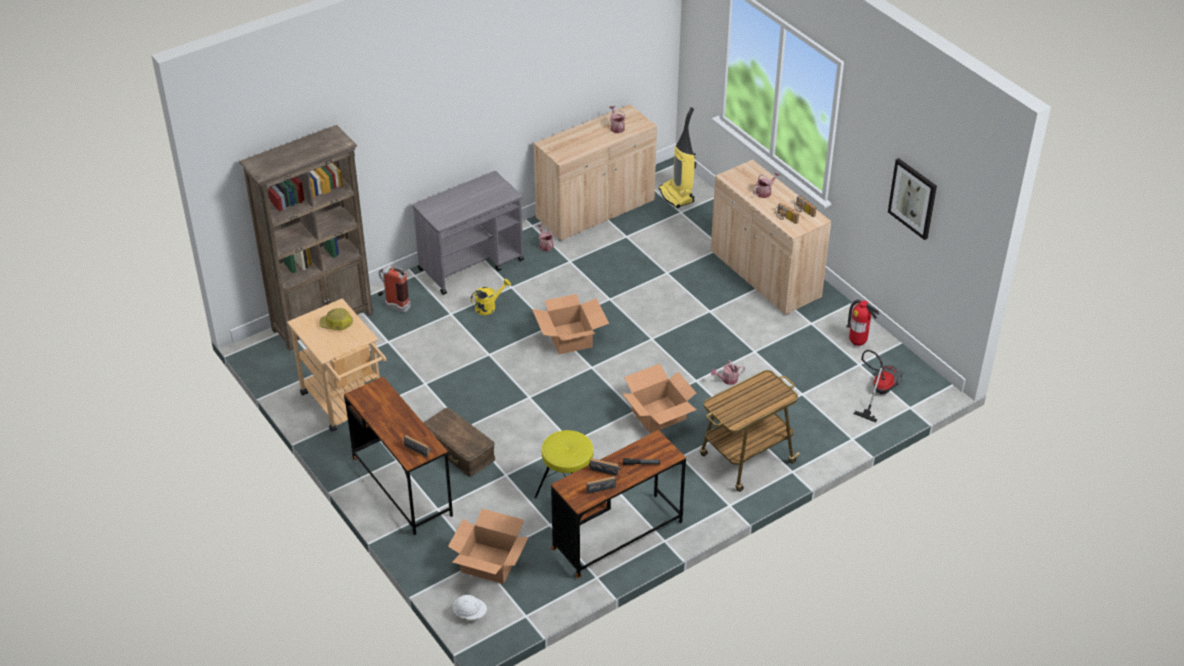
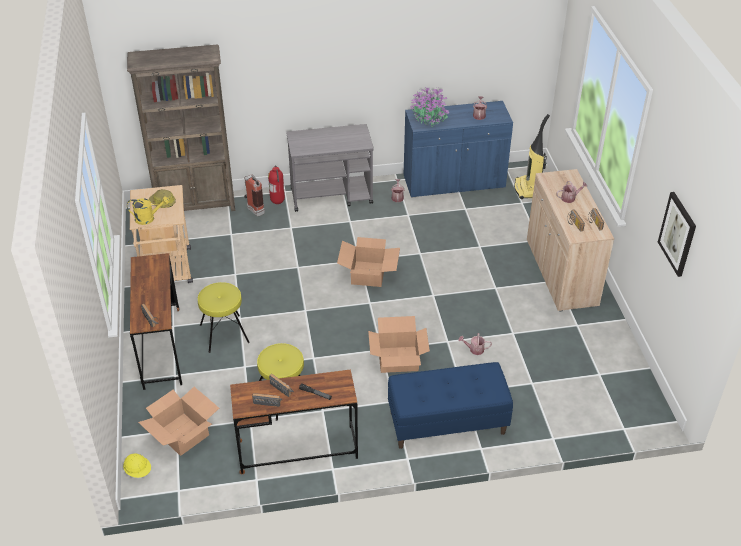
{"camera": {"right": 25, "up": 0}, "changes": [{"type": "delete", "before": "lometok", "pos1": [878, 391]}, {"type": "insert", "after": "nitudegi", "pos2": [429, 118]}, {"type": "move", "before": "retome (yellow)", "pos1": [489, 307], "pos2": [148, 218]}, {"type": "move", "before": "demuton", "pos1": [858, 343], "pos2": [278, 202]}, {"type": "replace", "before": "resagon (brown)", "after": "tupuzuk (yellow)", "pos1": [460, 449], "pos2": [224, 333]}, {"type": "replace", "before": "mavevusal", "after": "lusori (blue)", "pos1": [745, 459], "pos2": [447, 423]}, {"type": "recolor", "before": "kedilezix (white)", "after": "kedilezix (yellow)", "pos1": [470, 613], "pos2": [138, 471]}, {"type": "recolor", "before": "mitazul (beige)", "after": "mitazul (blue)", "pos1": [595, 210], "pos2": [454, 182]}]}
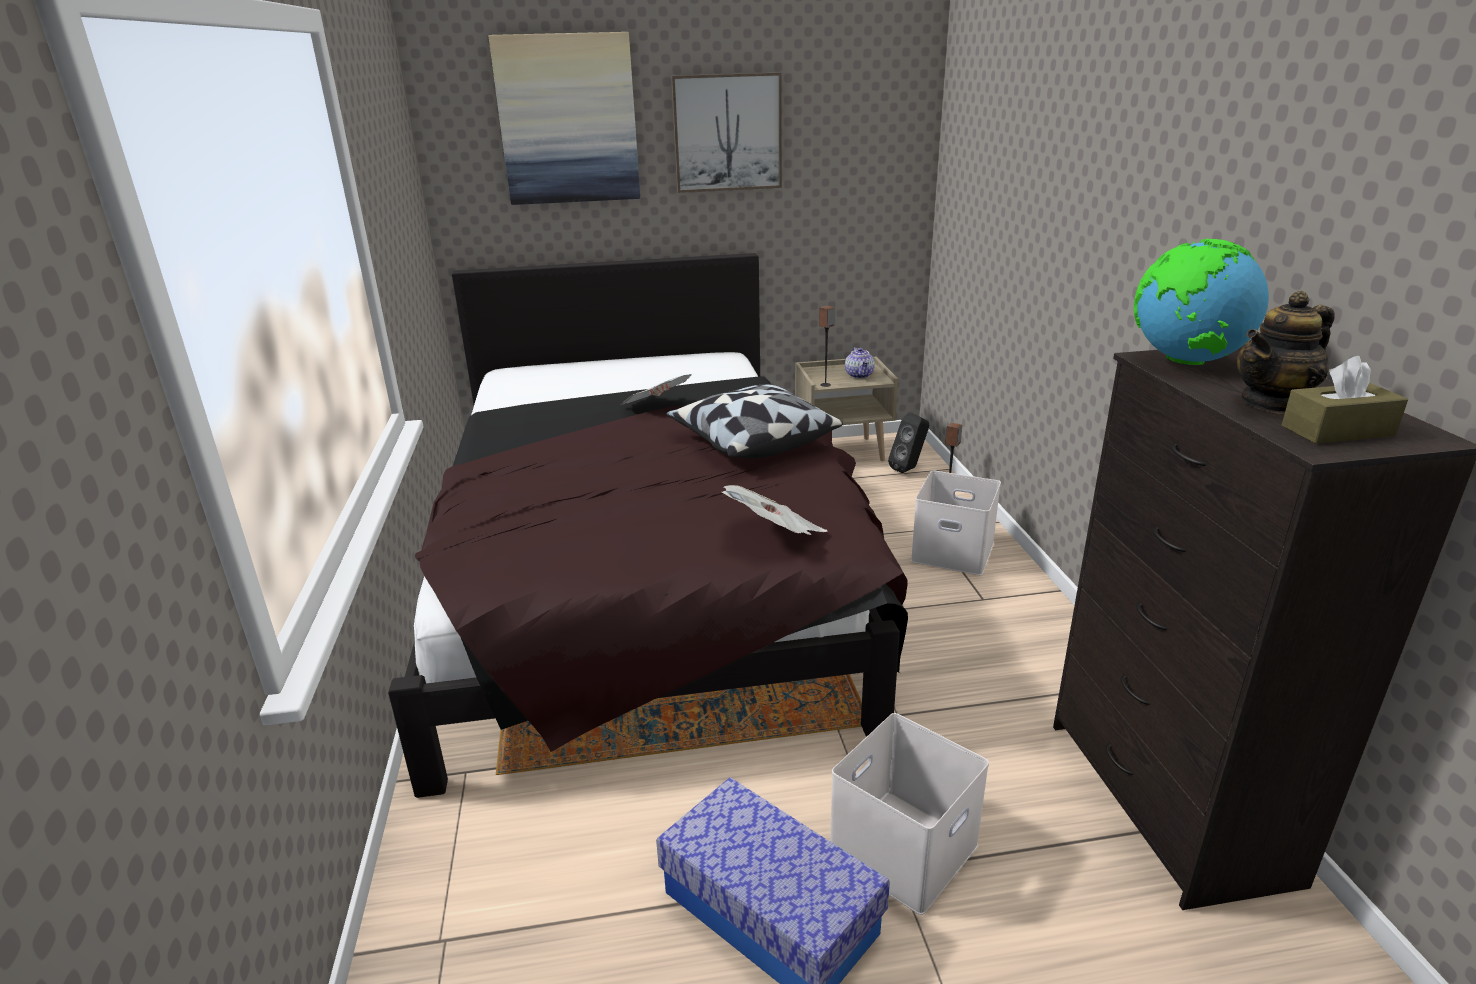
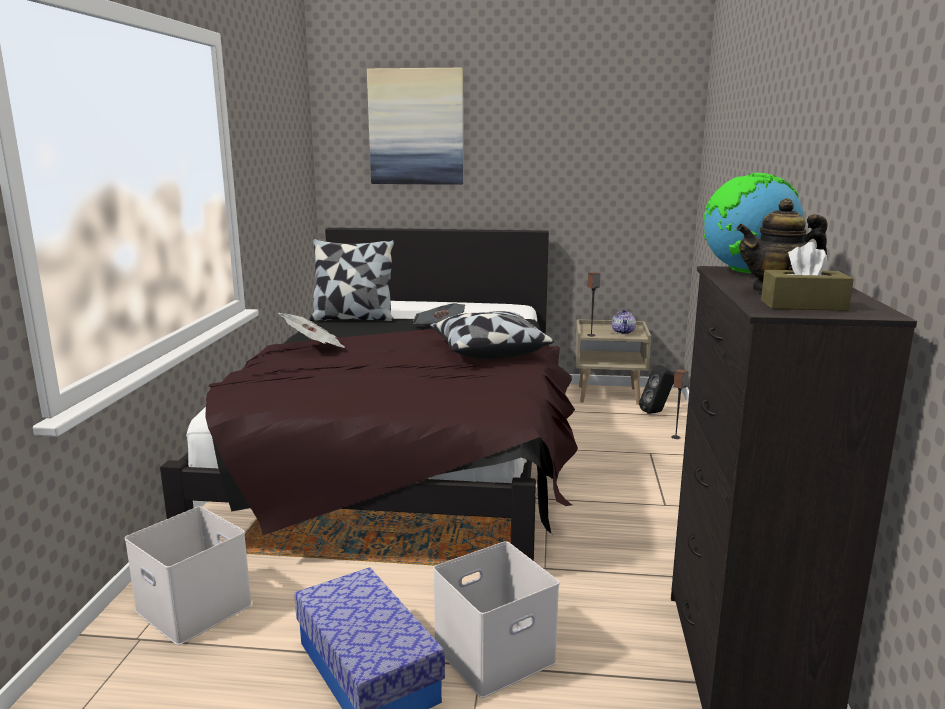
{"camera": {"right": 15, "up": -10}, "changes": [{"type": "delete", "before": "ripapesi", "pos1": [727, 133]}, {"type": "insert", "after": "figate", "pos2": [353, 318]}, {"type": "move", "before": "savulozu", "pos1": [775, 535], "pos2": [314, 346]}, {"type": "move", "before": "resagon (white)", "pos1": [954, 551], "pos2": [197, 607]}]}
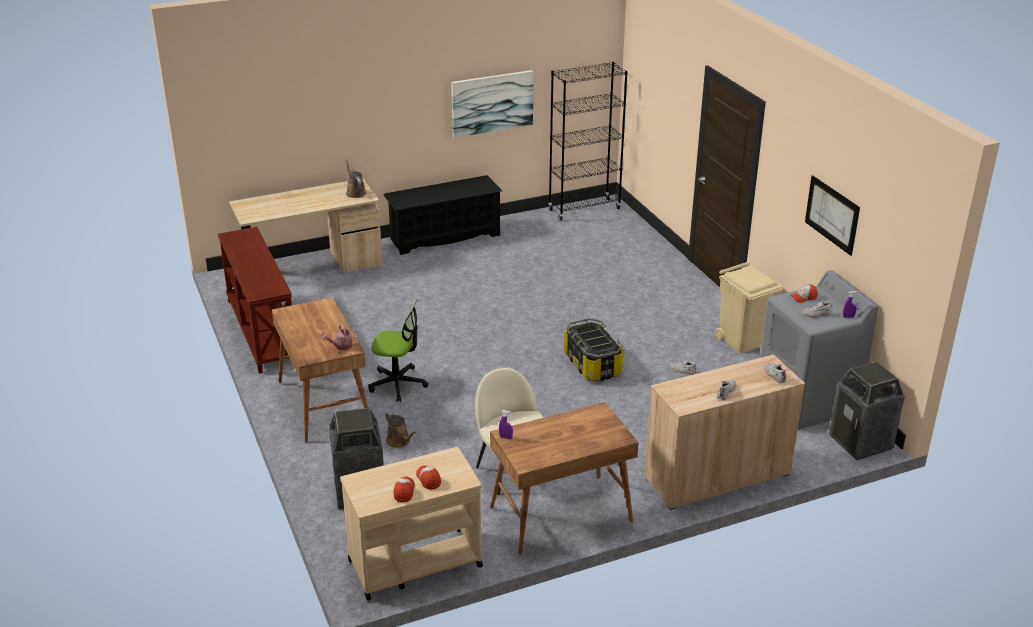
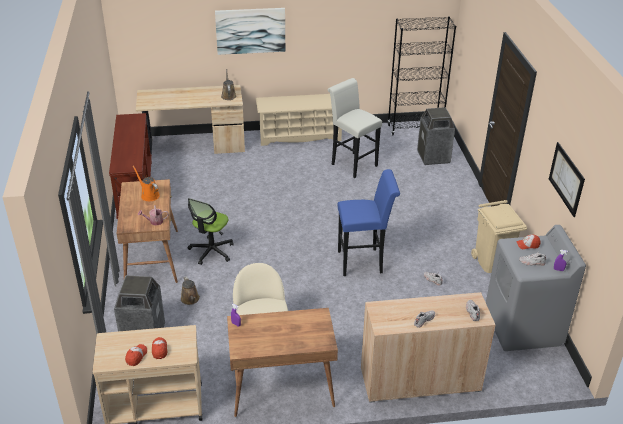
{"camera": {"right": 15, "up": 5}, "changes": [{"type": "insert", "after": "retome (orange)", "pos2": [149, 195]}, {"type": "insert", "after": "tupuzuk (white)", "pos2": [352, 163]}, {"type": "move", "before": "ripapesi", "pos1": [492, 103], "pos2": [250, 30]}, {"type": "move", "before": "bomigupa", "pos1": [861, 442], "pos2": [433, 157]}, {"type": "replace", "before": "resagon", "after": "tupuzuk (blue)", "pos1": [593, 365], "pos2": [364, 262]}, {"type": "recolor", "before": "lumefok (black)", "after": "lumefok (beige)", "pos1": [444, 237], "pos2": [299, 136]}, {"type": "rotate", "before": "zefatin", "pos1": [398, 384], "pos2": [211, 251], "turn": 90}]}
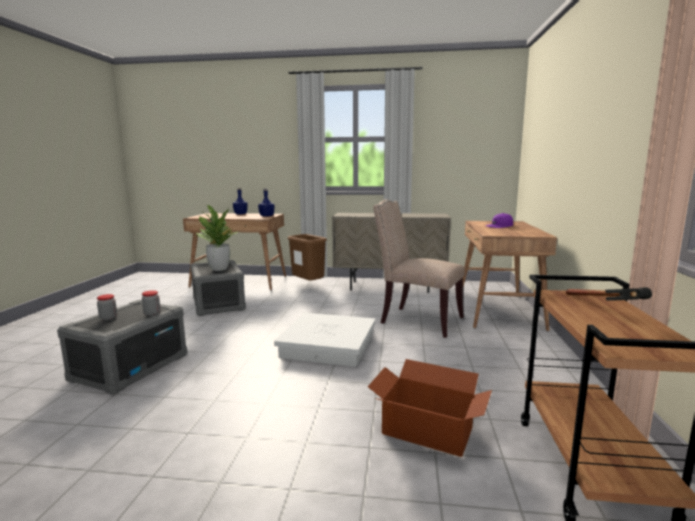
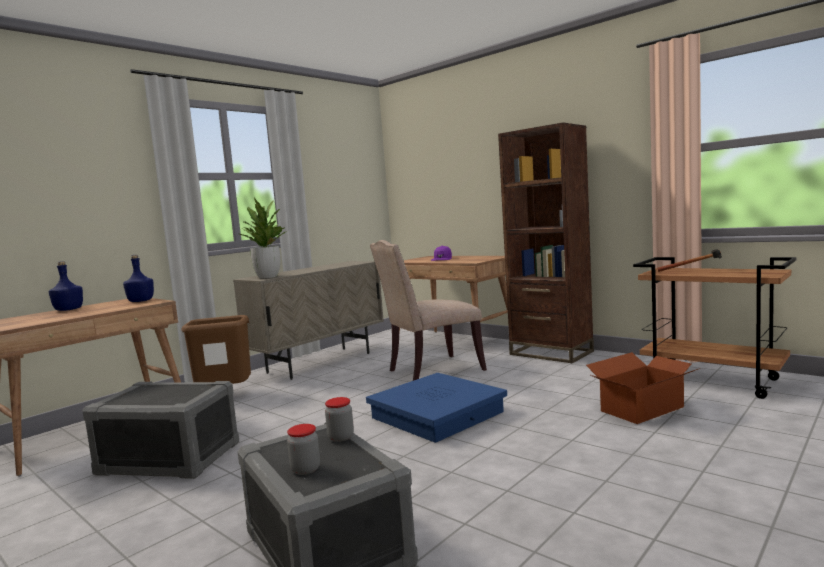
{"camera": {"right": -55, "up": -5}, "changes": [{"type": "insert", "after": "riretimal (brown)", "pos2": [551, 353]}, {"type": "move", "before": "nitudegi", "pos1": [219, 269], "pos2": [268, 276]}, {"type": "recolor", "before": "resagon (white)", "after": "resagon (blue)", "pos1": [329, 345], "pos2": [437, 414]}]}
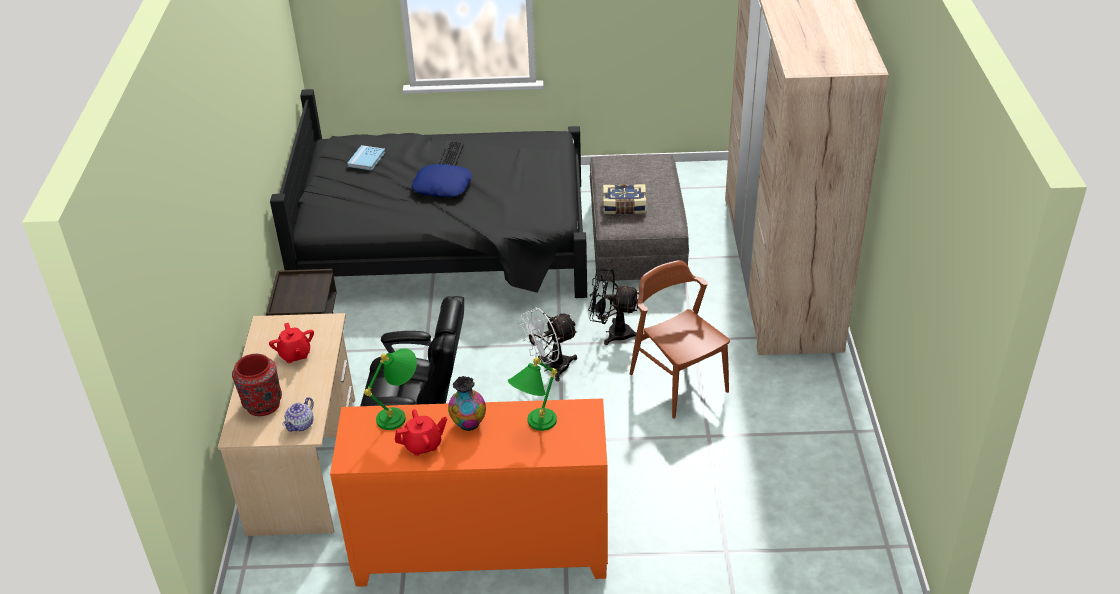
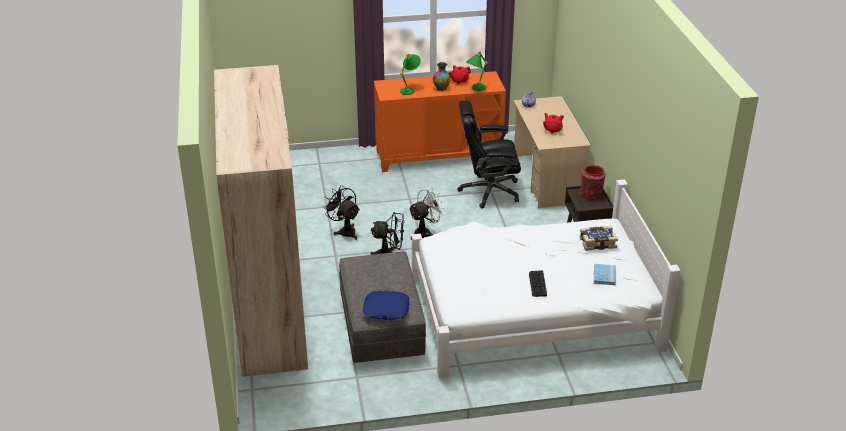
{"camera": {"right": 170, "up": -5}, "changes": [{"type": "move", "before": "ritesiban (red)", "pos1": [262, 404], "pos2": [591, 194]}, {"type": "move", "before": "figate (blue)", "pos1": [442, 186], "pos2": [386, 310]}, {"type": "move", "before": "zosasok", "pos1": [624, 207], "pos2": [597, 242]}, {"type": "replace", "before": "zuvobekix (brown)", "after": "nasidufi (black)", "pos1": [678, 382], "pos2": [345, 231]}, {"type": "recolor", "before": "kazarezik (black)", "after": "kazarezik (white)", "pos1": [447, 242], "pos2": [531, 312]}]}
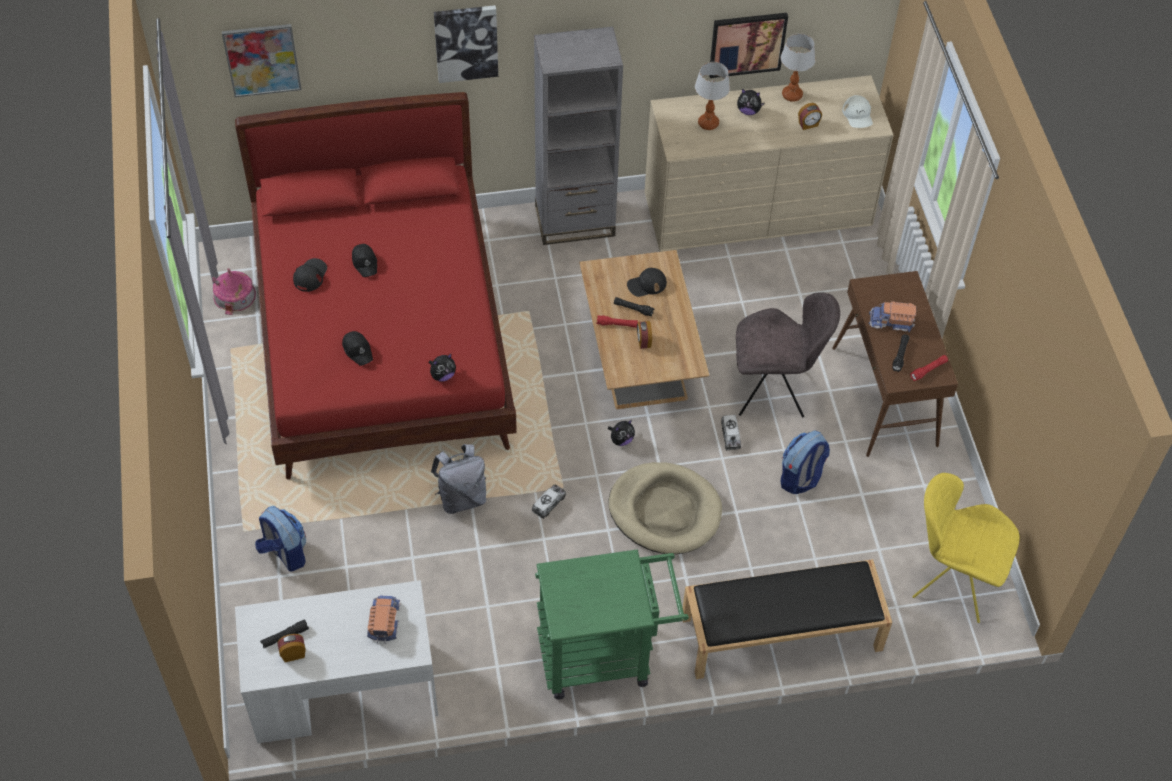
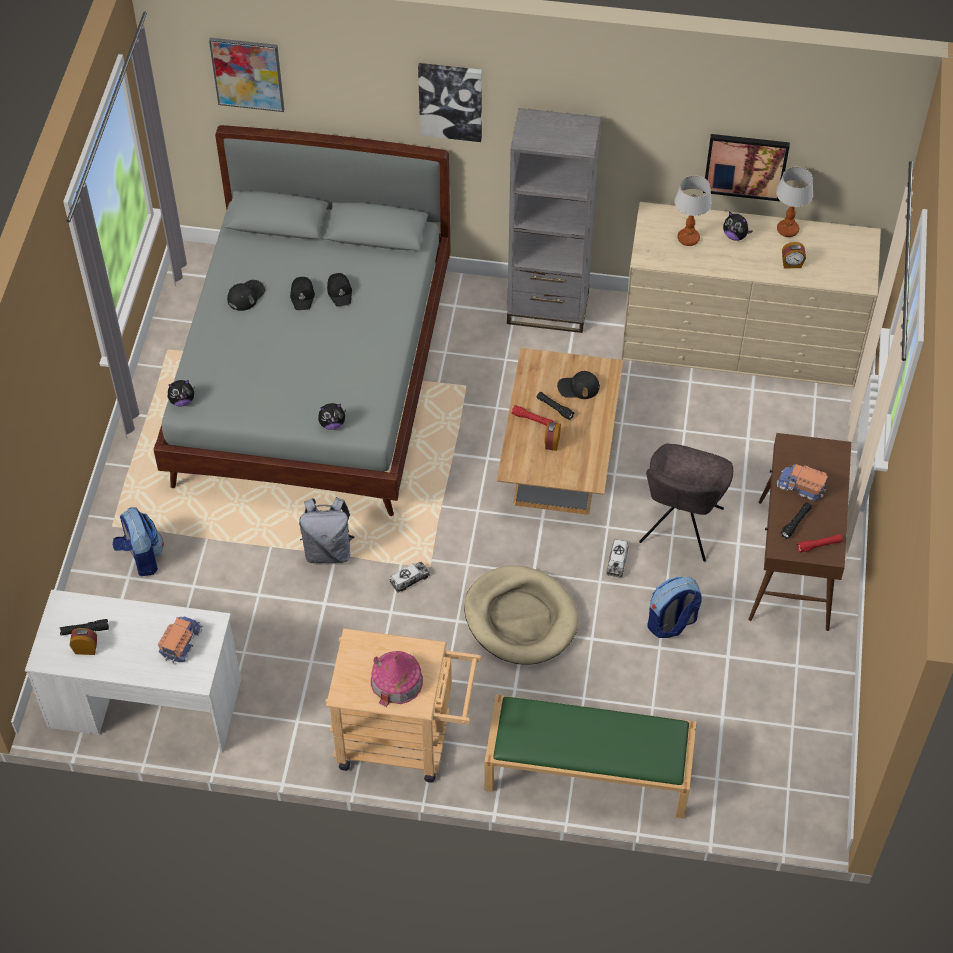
{"camera": {"right": 20, "up": 0}, "changes": [{"type": "delete", "before": "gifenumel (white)", "pos1": [857, 115]}, {"type": "delete", "before": "zuvobekix (yellow)", "pos1": [952, 581]}, {"type": "move", "before": "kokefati", "pos1": [234, 295], "pos2": [396, 681]}, {"type": "move", "before": "gifenumel (black)", "pos1": [358, 350], "pos2": [340, 292]}, {"type": "move", "before": "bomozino", "pos1": [621, 440], "pos2": [182, 401]}, {"type": "recolor", "before": "kazarezik (red)", "after": "kazarezik (grey)", "pos1": [383, 340], "pos2": [313, 378]}, {"type": "recolor", "before": "mavevusal (green)", "after": "mavevusal (beige)", "pos1": [605, 654], "pos2": [405, 740]}, {"type": "recolor", "before": "lusori (black)", "after": "lusori (green)", "pos1": [780, 634], "pos2": [586, 771]}, {"type": "rotate", "before": "zuvobekix (grey)", "pos1": [773, 390], "pos2": [680, 528], "turn": 90}]}
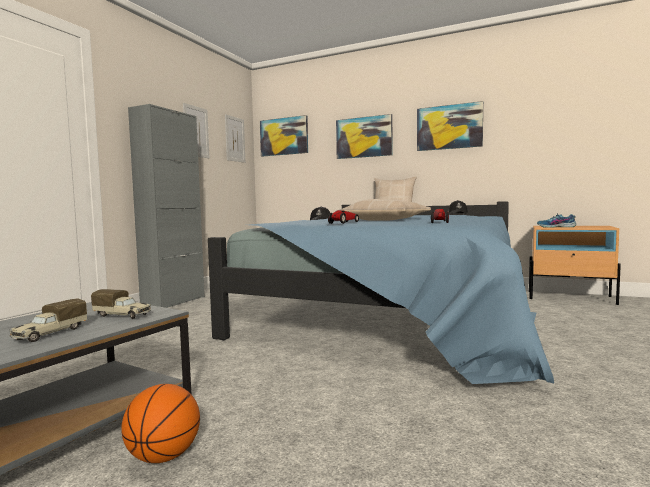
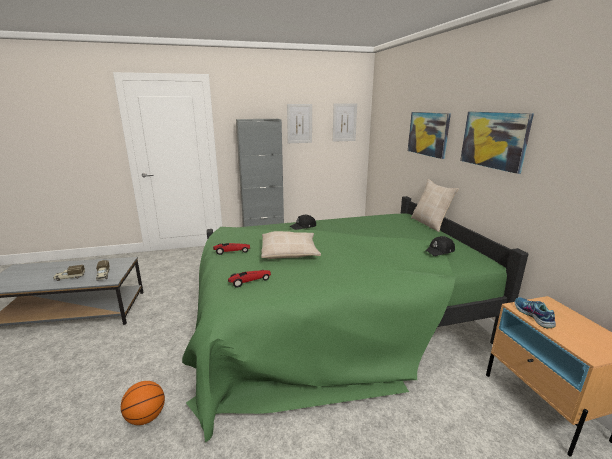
{"camera": {"right": 50, "up": 15}, "changes": [{"type": "delete", "before": "ripapesi", "pos1": [284, 136]}, {"type": "move", "before": "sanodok", "pos1": [163, 456], "pos2": [146, 417]}, {"type": "recolor", "before": "kazarezik (blue)", "after": "kazarezik (green)", "pos1": [396, 312], "pos2": [333, 318]}]}
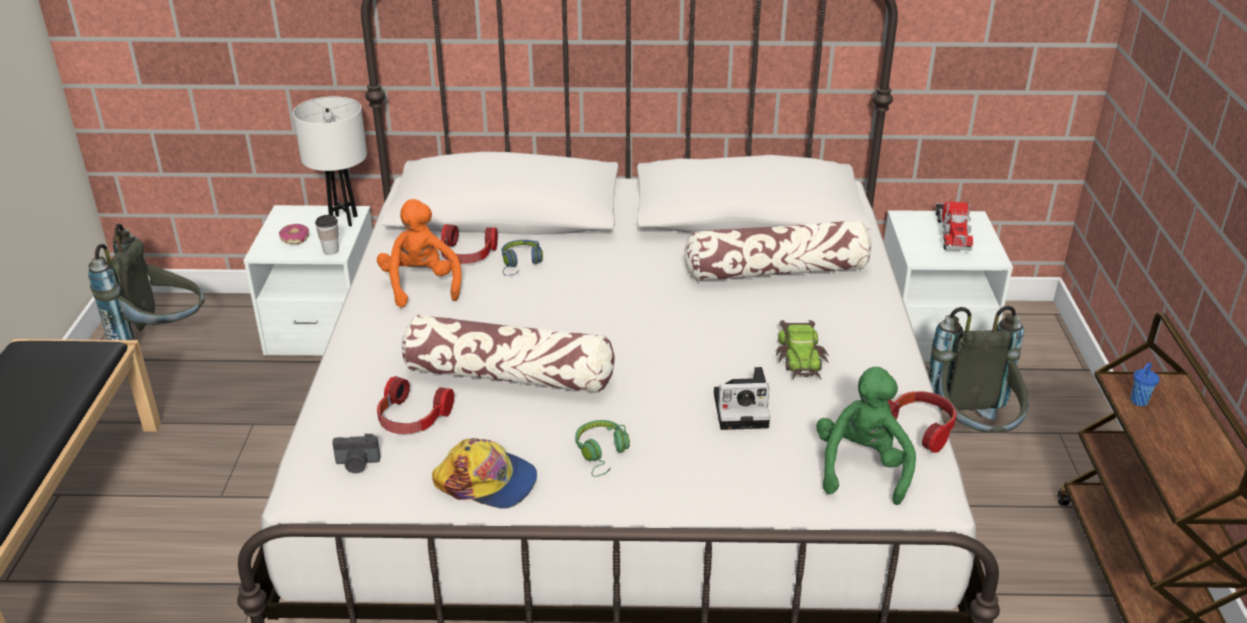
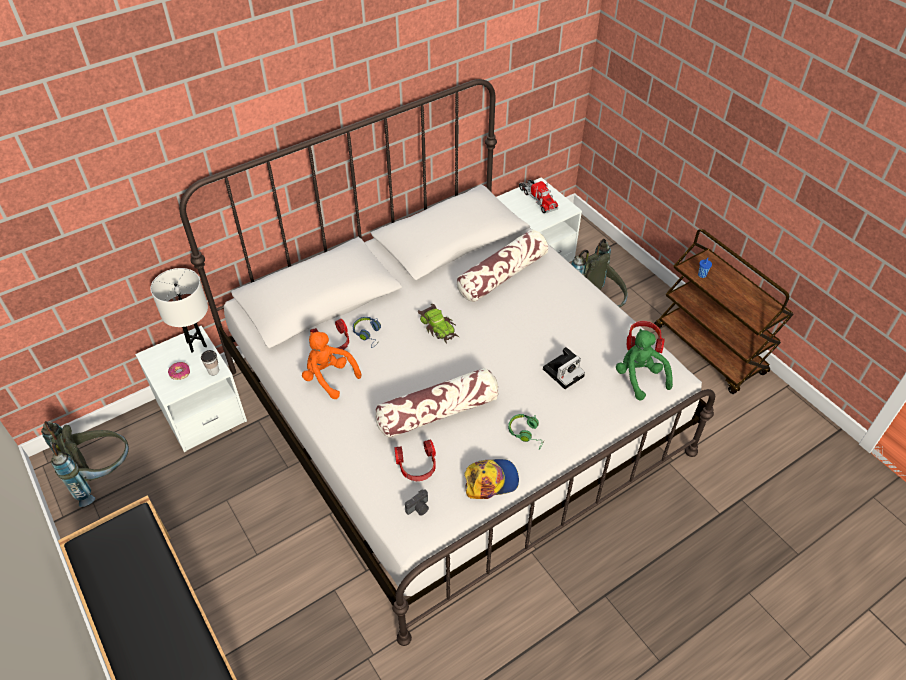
{"camera": {"right": -35, "up": 15}, "changes": [{"type": "move", "before": "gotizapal", "pos1": [801, 357], "pos2": [439, 327]}]}
